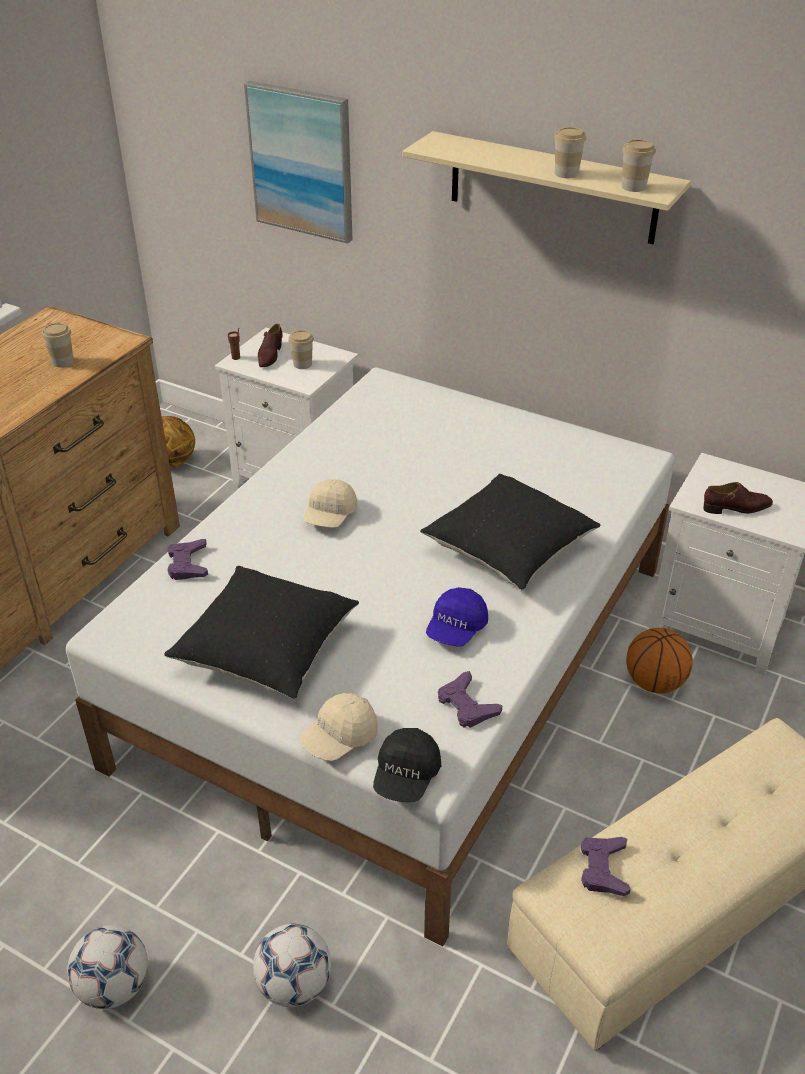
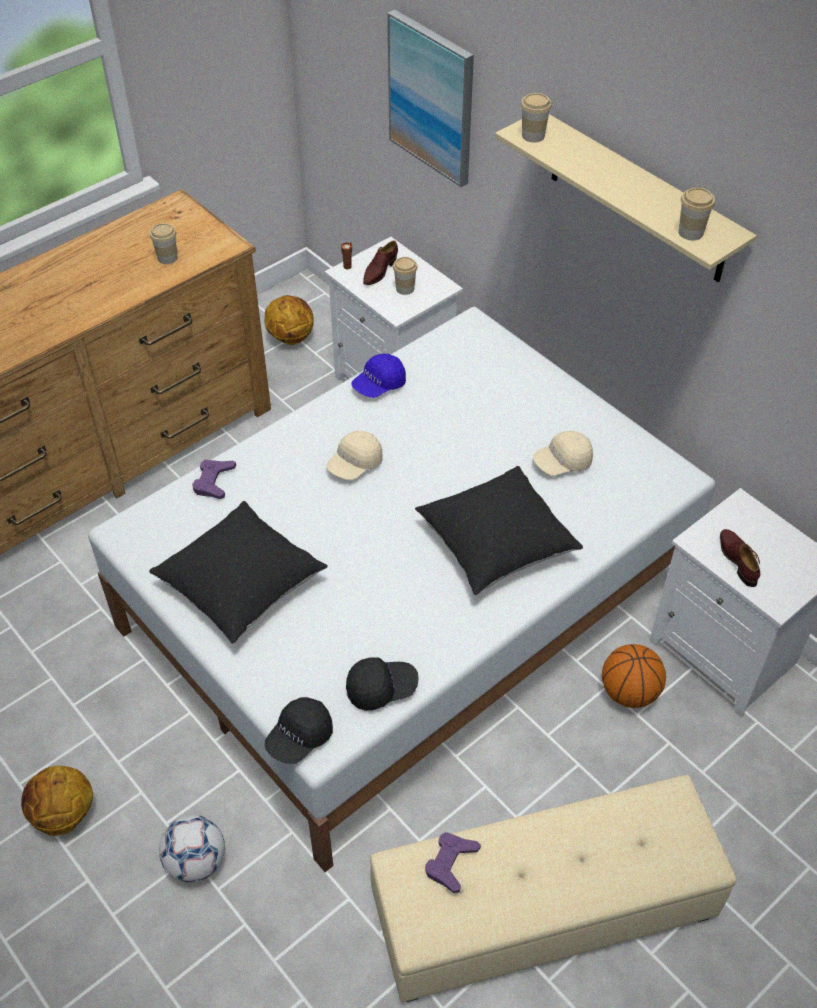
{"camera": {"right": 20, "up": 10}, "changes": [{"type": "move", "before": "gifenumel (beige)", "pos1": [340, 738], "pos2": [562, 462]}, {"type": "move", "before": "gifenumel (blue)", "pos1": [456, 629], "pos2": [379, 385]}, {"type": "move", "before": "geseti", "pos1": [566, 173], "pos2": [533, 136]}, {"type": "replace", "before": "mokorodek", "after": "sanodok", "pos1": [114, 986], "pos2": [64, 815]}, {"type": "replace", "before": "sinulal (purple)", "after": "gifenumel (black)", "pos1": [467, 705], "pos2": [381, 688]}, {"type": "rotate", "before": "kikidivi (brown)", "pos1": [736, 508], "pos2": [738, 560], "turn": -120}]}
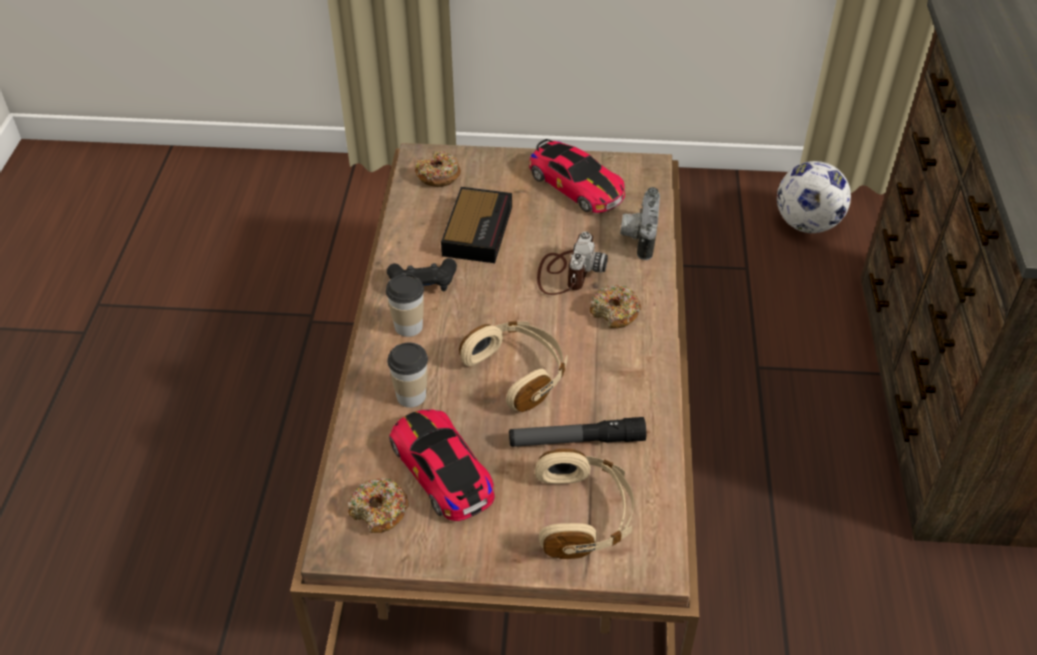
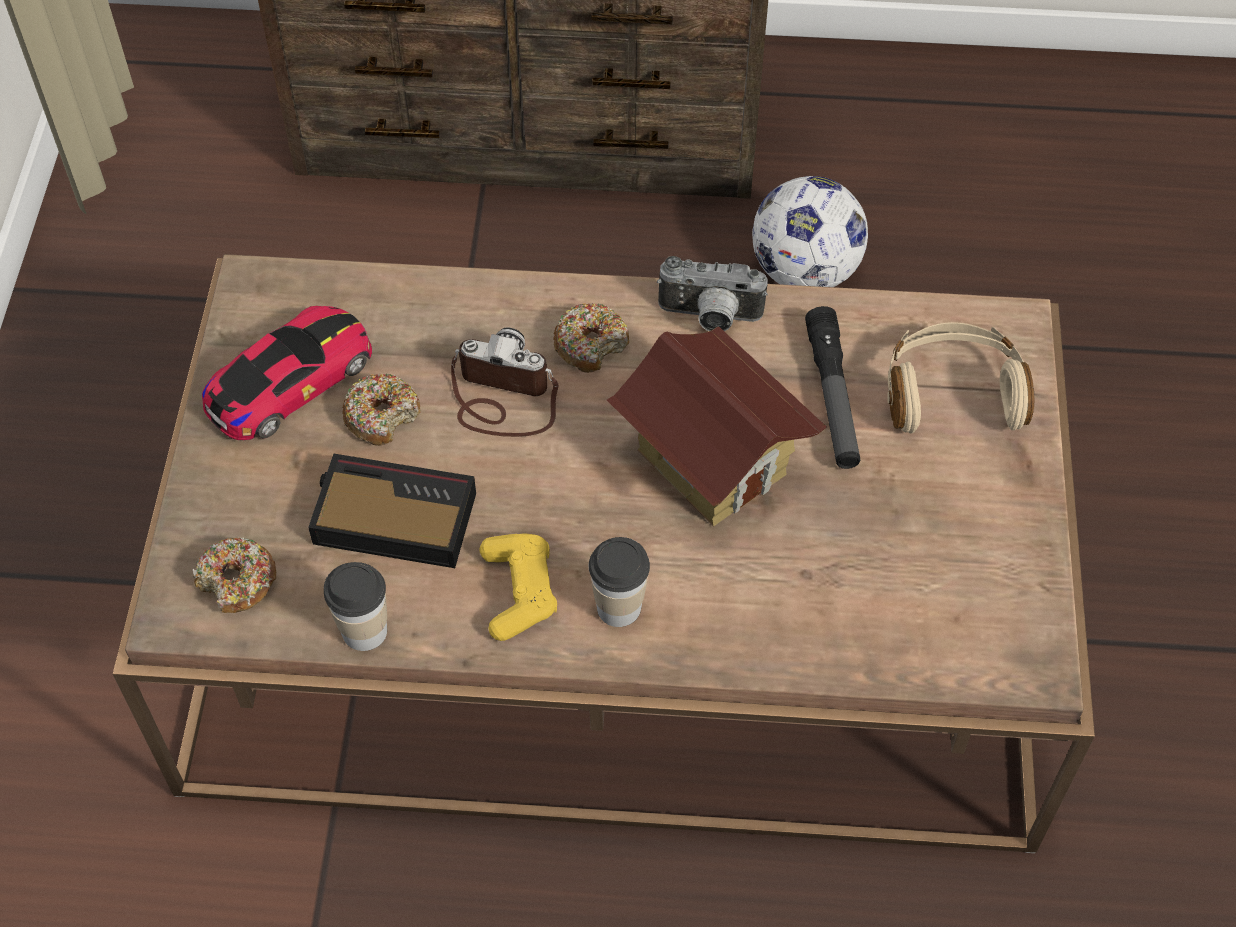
{"camera": {"right": -90, "up": 10}, "changes": [{"type": "delete", "before": "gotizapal", "pos1": [442, 470]}, {"type": "move", "before": "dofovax", "pos1": [379, 511], "pos2": [382, 415]}, {"type": "move", "before": "geseti", "pos1": [411, 396], "pos2": [364, 631]}, {"type": "move", "before": "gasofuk", "pos1": [638, 236], "pos2": [709, 318]}, {"type": "move", "before": "mokorodek", "pos1": [806, 224], "pos2": [804, 272]}, {"type": "replace", "before": "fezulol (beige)", "after": "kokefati", "pos1": [518, 373], "pos2": [712, 462]}, {"type": "recolor", "before": "sinulal (black)", "after": "sinulal (yellow)", "pos1": [423, 283], "pos2": [519, 592]}]}
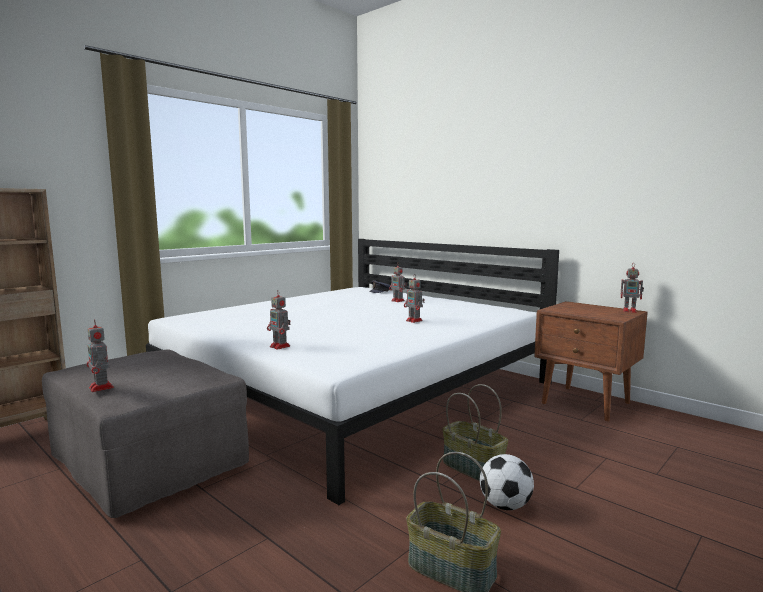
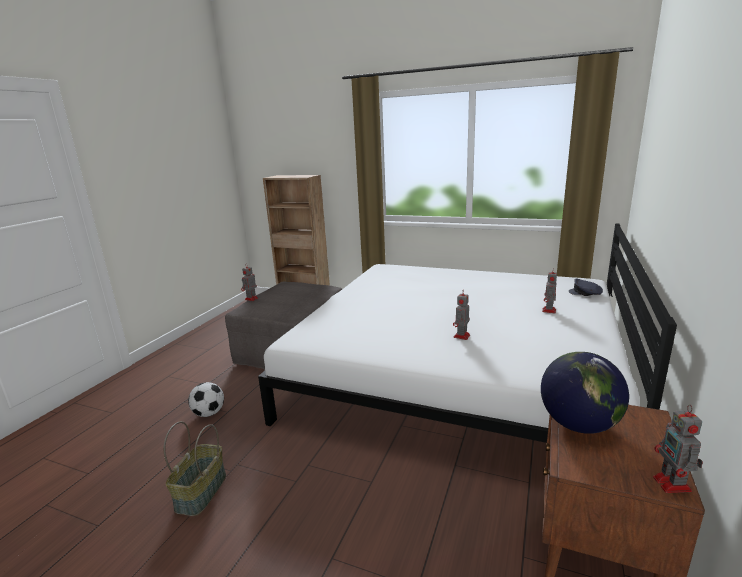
{"camera": {"right": 70, "up": 10}, "changes": [{"type": "delete", "before": "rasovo", "pos1": [280, 347]}, {"type": "delete", "before": "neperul", "pos1": [474, 468]}, {"type": "insert", "after": "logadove", "pos2": [578, 425]}, {"type": "move", "before": "mokorodek", "pos1": [505, 505], "pos2": [209, 413]}]}
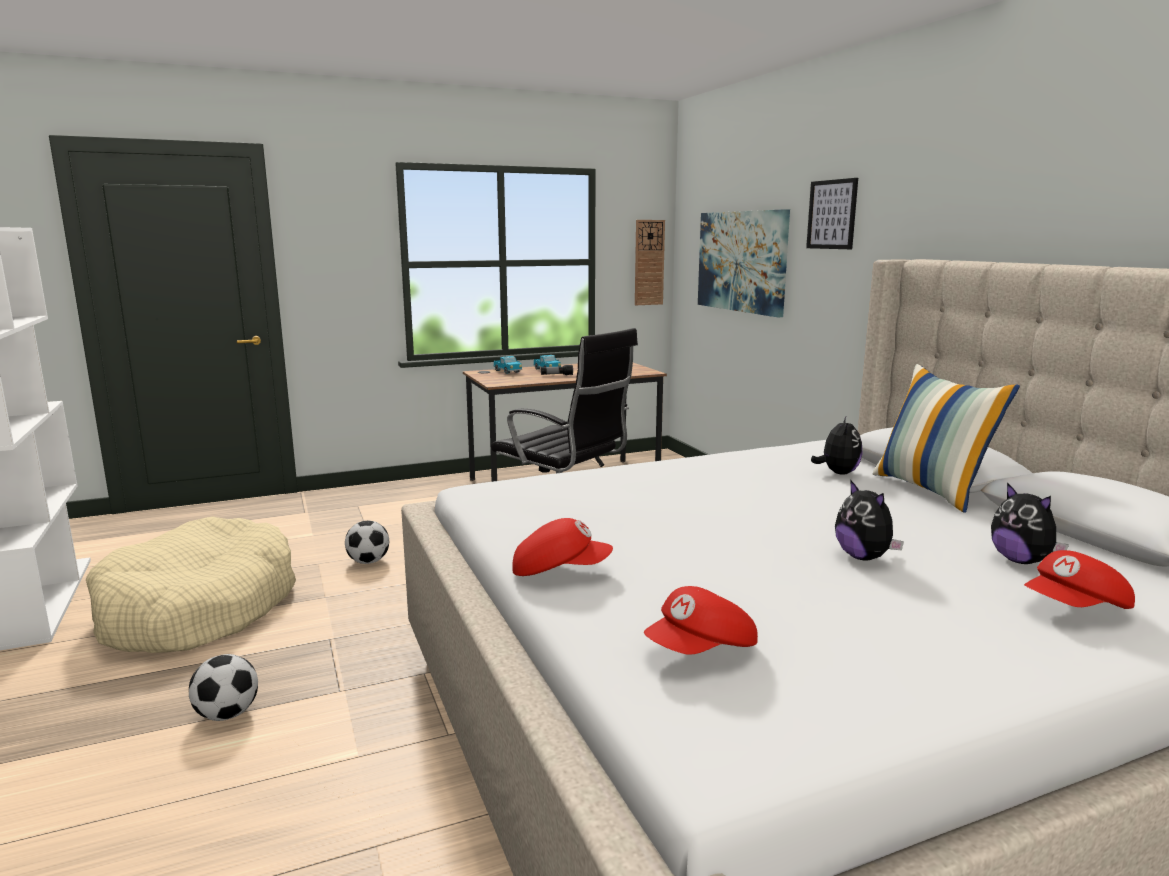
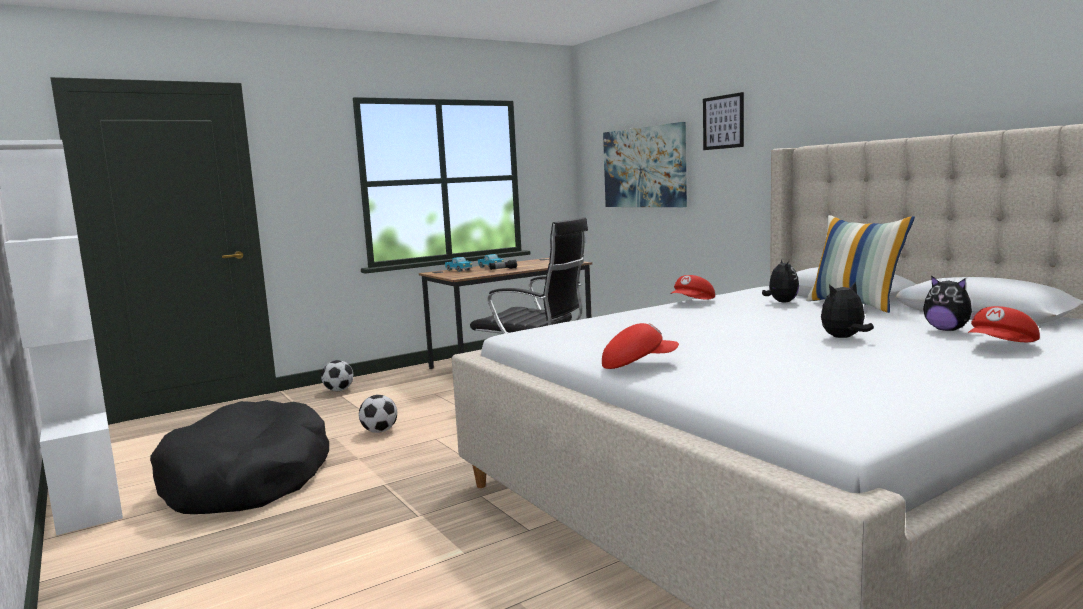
{"camera": {"right": -10, "up": -5}, "changes": [{"type": "delete", "before": "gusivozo", "pos1": [649, 262]}, {"type": "move", "before": "mokorodek", "pos1": [227, 714], "pos2": [338, 390]}, {"type": "move", "before": "gifenumel (red)", "pos1": [702, 651], "pos2": [693, 302]}, {"type": "recolor", "before": "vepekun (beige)", "after": "vepekun (black)", "pos1": [198, 609], "pos2": [247, 479]}, {"type": "rotate", "before": "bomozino", "pos1": [864, 557], "pos2": [844, 338], "turn": 105}]}
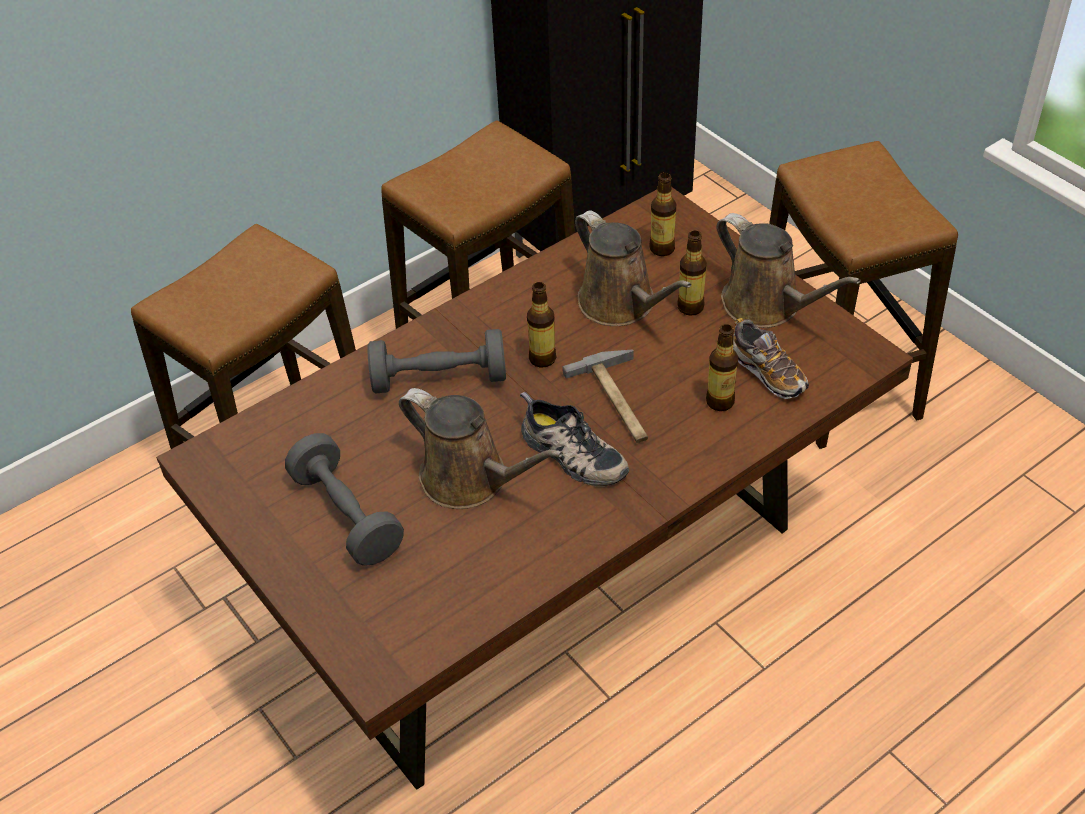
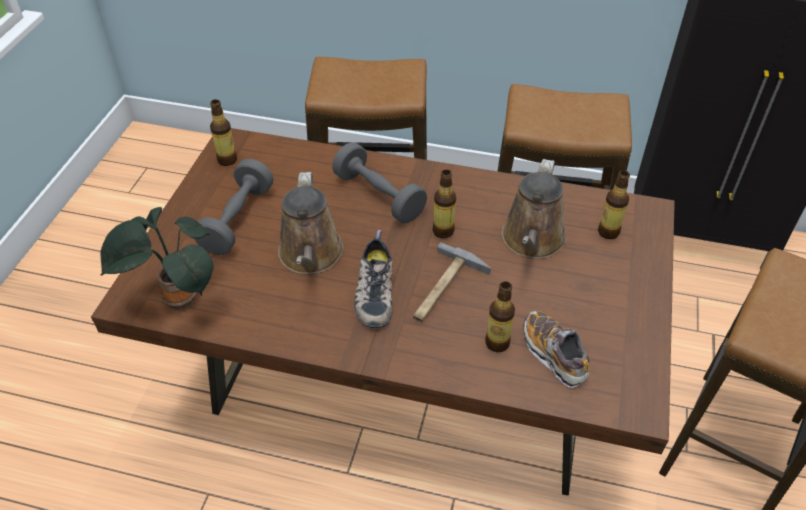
{"camera": {"right": 50, "up": 0}, "changes": [{"type": "delete", "before": "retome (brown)", "pos1": [767, 305]}, {"type": "insert", "after": "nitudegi", "pos2": [176, 301]}, {"type": "move", "before": "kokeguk", "pos1": [690, 307], "pos2": [227, 160]}, {"type": "rotate", "before": "kikidivi", "pos1": [767, 372], "pos2": [553, 354], "turn": 135}]}
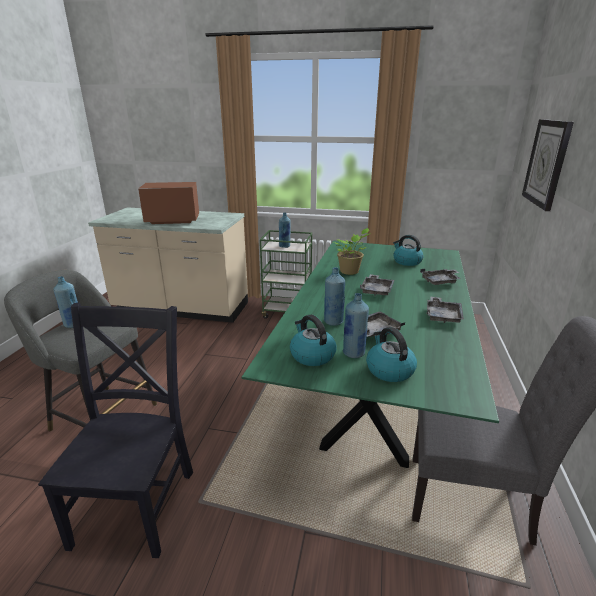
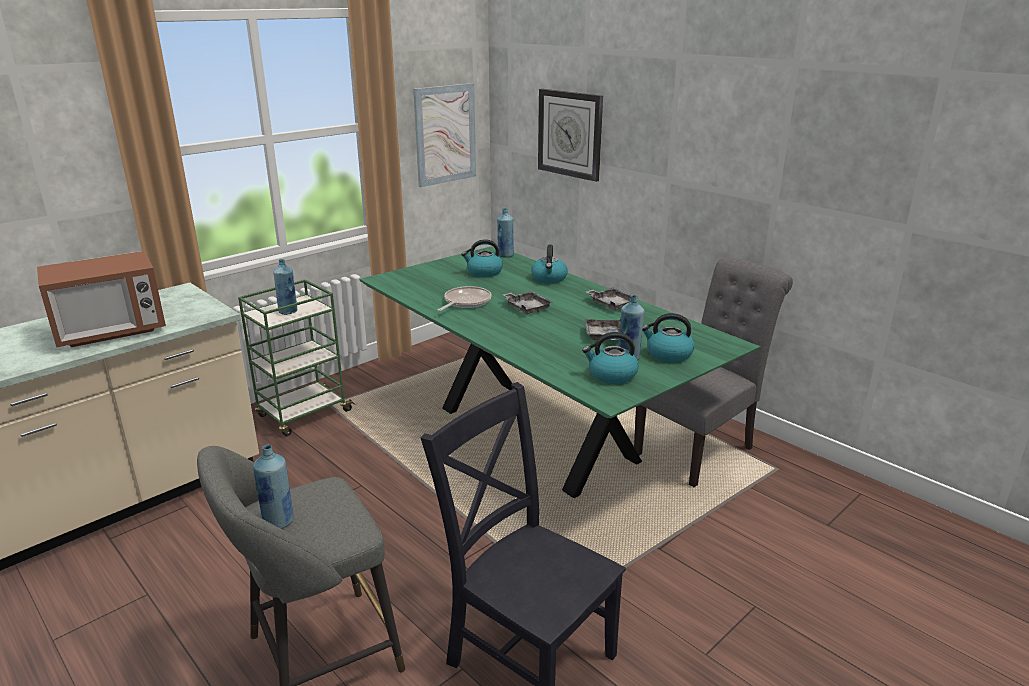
{"camera": {"right": -55, "up": 0}, "changes": [{"type": "insert", "after": "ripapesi", "pos2": [445, 134]}, {"type": "move", "before": "kokeguk (blue)", "pos1": [333, 321], "pos2": [505, 255]}, {"type": "replace", "before": "nitudegi", "after": "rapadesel", "pos1": [350, 272], "pos2": [465, 302]}, {"type": "replace", "before": "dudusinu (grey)", "after": "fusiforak", "pos1": [440, 281], "pos2": [549, 279]}, {"type": "rotate", "before": "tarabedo", "pos1": [173, 220], "pos2": [111, 332], "turn": -150}]}
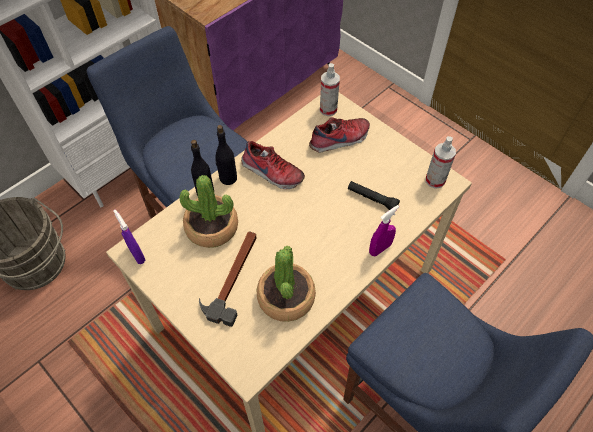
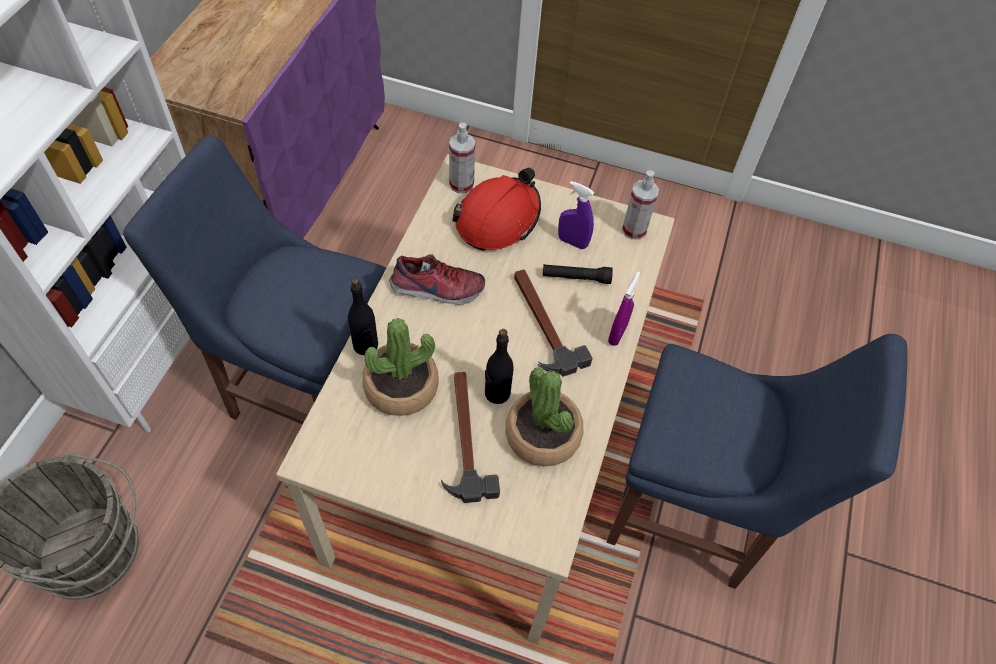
{"camera": {"right": -30, "up": 0}, "changes": [{"type": "insert", "after": "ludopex", "pos2": [542, 324]}, {"type": "move", "before": "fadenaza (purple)", "pos1": [137, 255], "pos2": [572, 242]}, {"type": "move", "before": "kokeguk (black)", "pos1": [228, 178], "pos2": [497, 393]}, {"type": "replace", "before": "kikidivi", "after": "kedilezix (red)", "pos1": [340, 140], "pos2": [498, 219]}]}
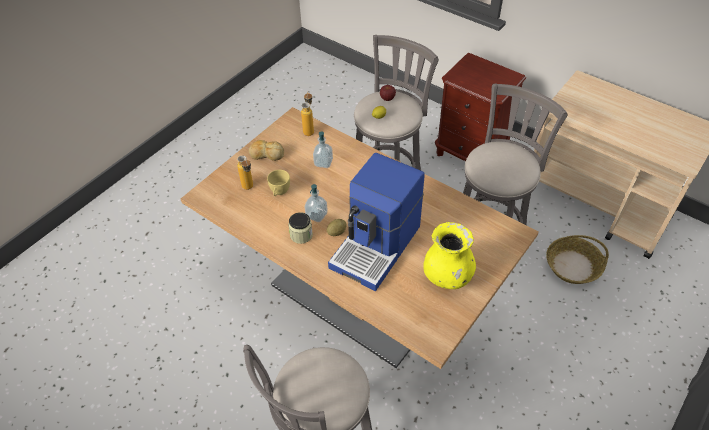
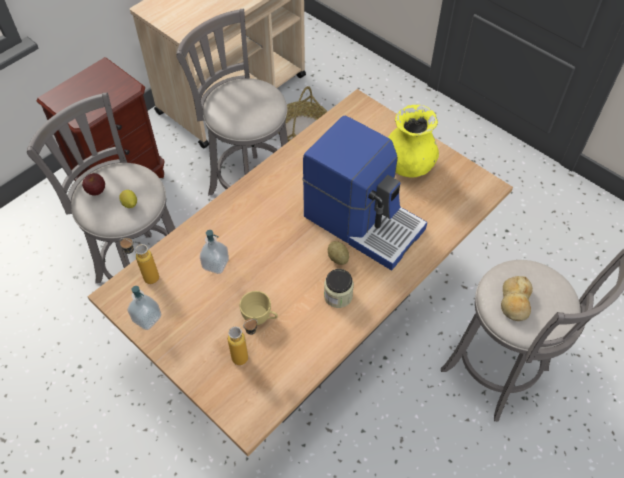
{"camera": {"right": -85, "up": 5}, "changes": [{"type": "move", "before": "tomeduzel", "pos1": [266, 154], "pos2": [514, 302]}, {"type": "move", "before": "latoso", "pos1": [316, 215], "pos2": [147, 318]}]}
